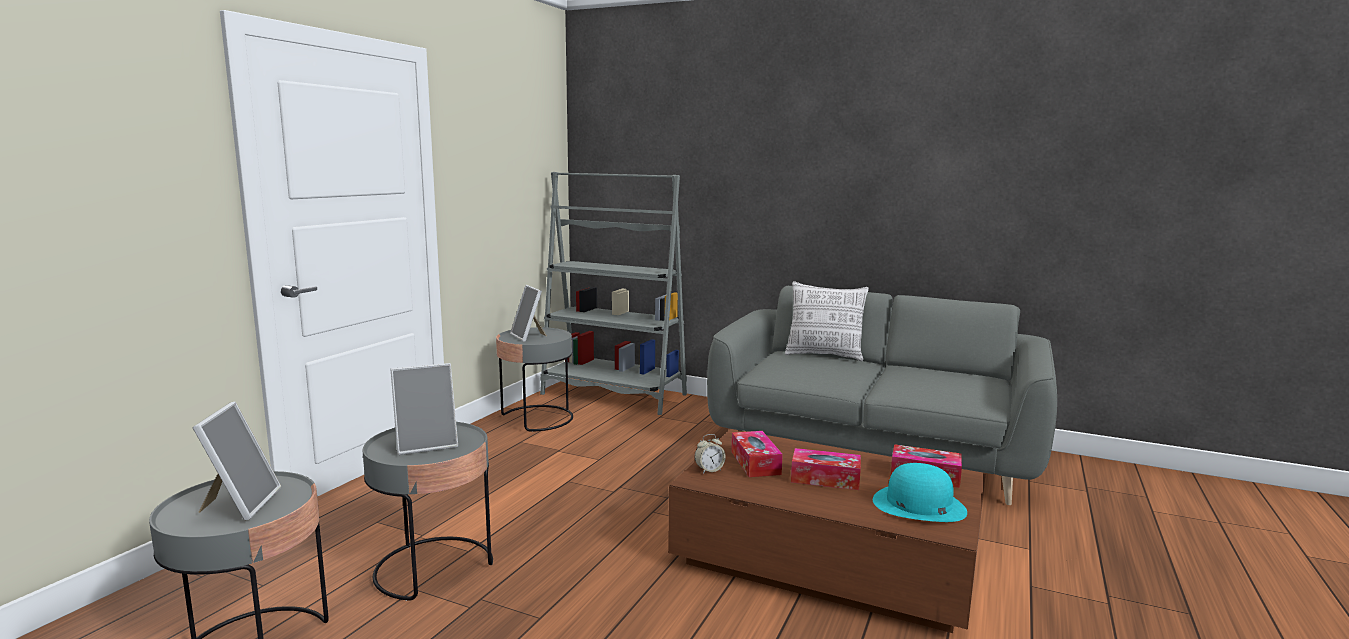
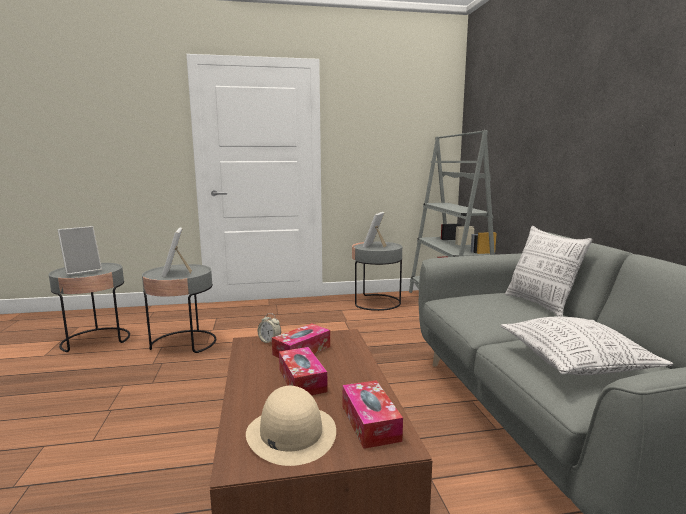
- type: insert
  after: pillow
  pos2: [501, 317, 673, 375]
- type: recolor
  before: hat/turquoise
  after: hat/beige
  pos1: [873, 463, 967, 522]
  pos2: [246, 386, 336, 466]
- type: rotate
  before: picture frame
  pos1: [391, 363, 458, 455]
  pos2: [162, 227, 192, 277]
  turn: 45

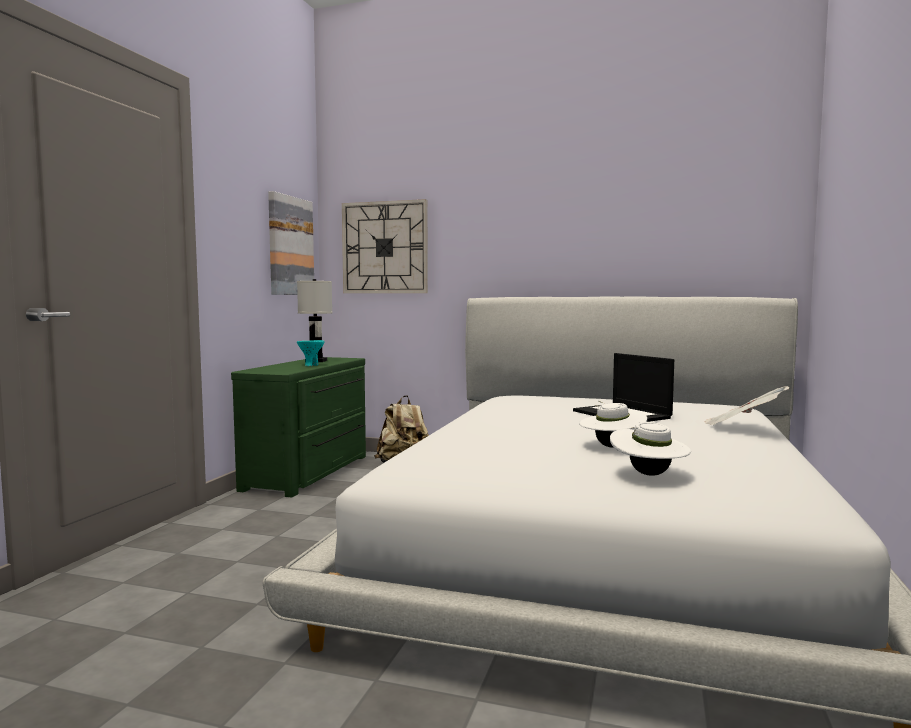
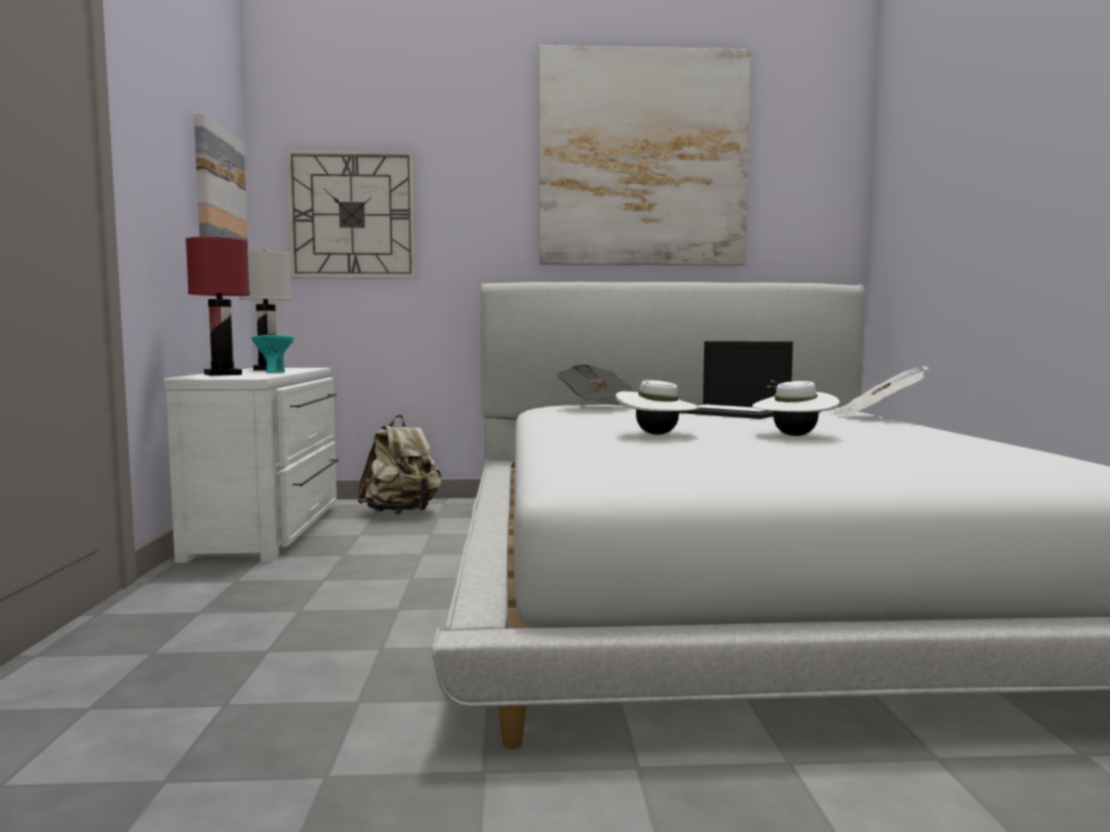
- type: insert
  after: table lamp/red
  pos2: [186, 237, 250, 376]
- type: insert
  after: picture
  pos2: [539, 45, 751, 266]
- type: insert
  after: newspaper
  pos2: [557, 365, 632, 405]
- type: move
  before: hat/white
  pos1: [610, 422, 691, 476]
  pos2: [616, 380, 698, 435]
- type: recolor
  before: dresser/green
  after: dresser/white
  pos1: [231, 357, 366, 497]
  pos2: [163, 368, 339, 563]

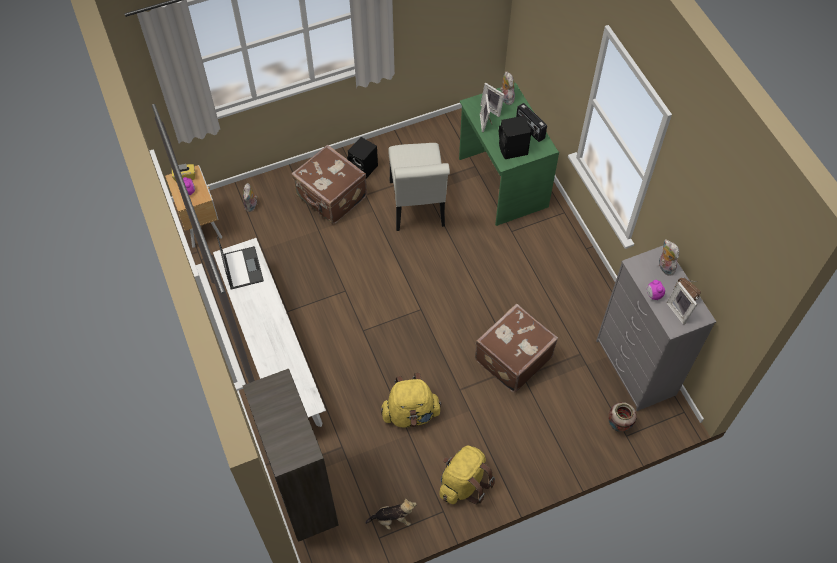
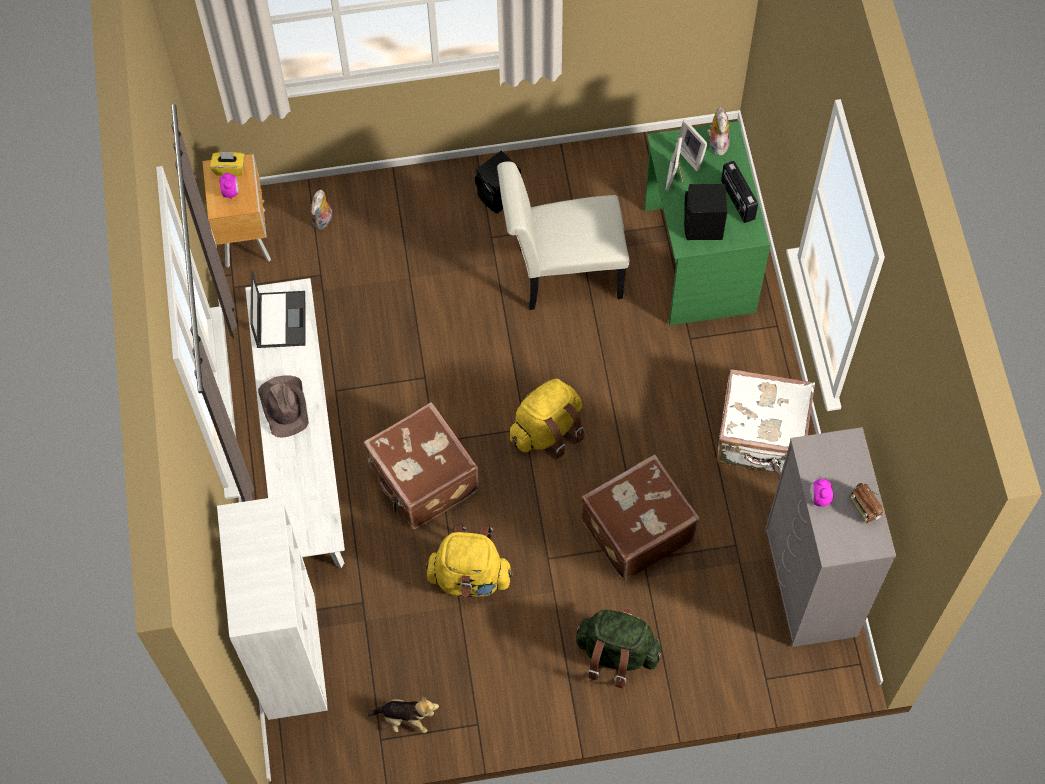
- type: delete
  before: vase
  pos1: [609, 402, 637, 432]
- type: delete
  before: plush toy
  pos1: [659, 239, 680, 276]
- type: delete
  before: picture frame
  pos1: [666, 282, 698, 325]
- type: insert
  after: hat/brown
  pos2: [258, 375, 309, 437]
- type: insert
  after: backpack/green
  pos2: [575, 608, 661, 688]
- type: insert
  after: suitcase/white
  pos2: [717, 369, 815, 475]
- type: move
  before: suitcase/brown
  pos1: [291, 144, 367, 224]
  pos2: [363, 402, 479, 529]
- type: move
  before: backpack/yellow
  pos1: [439, 446, 495, 504]
  pos2: [510, 379, 585, 460]
- type: recolor
  before: bookcase/brown
  after: bookcase/white
  pos1: [242, 369, 339, 542]
  pos2: [217, 496, 328, 720]
- type: rotate
  before: chair/white
  pos1: [388, 143, 450, 231]
  pos2: [497, 162, 630, 310]
  turn: 75

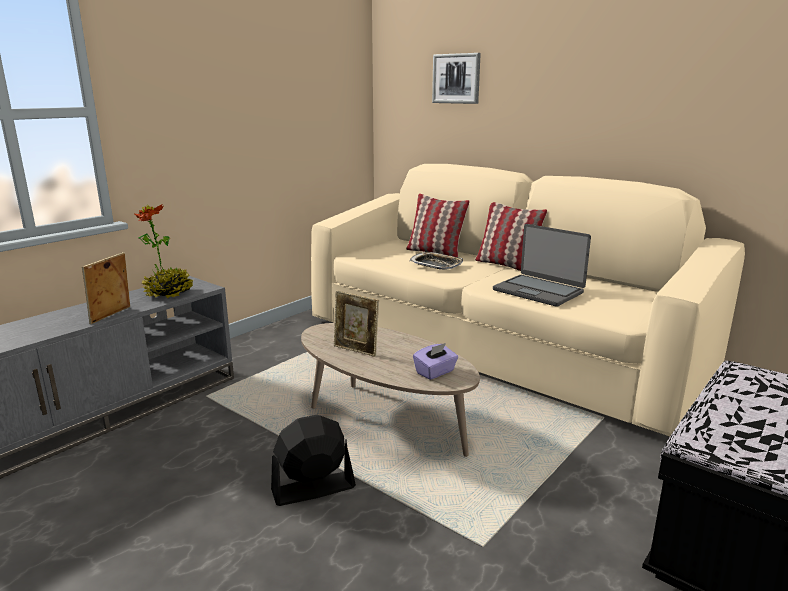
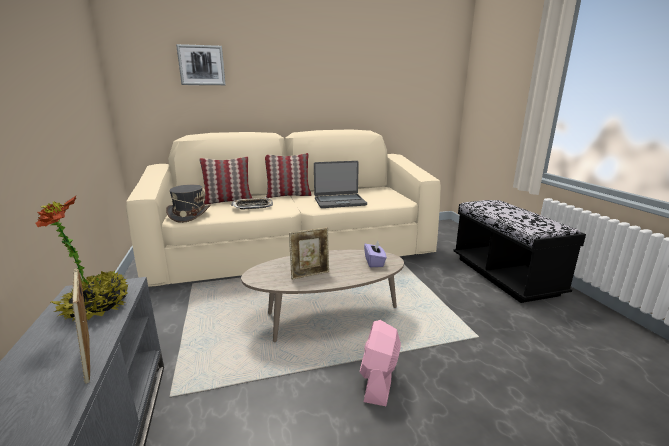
- type: insert
  after: hat/grey
  pos2: [166, 184, 211, 223]
- type: recolor
  before: fan/black
  after: fan/pink
  pos1: [271, 415, 356, 506]
  pos2: [360, 320, 401, 406]

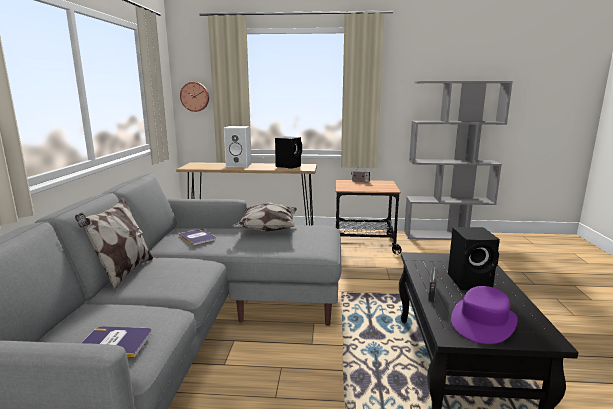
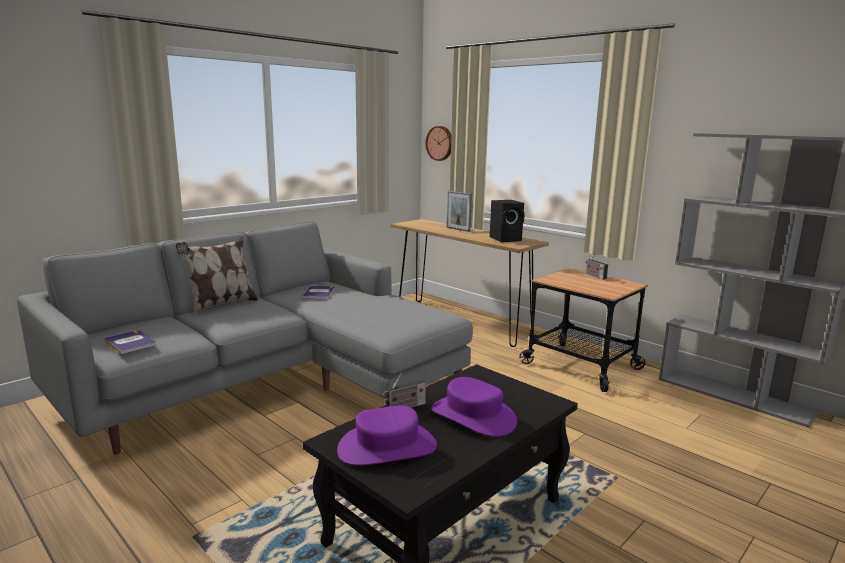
- type: delete
  before: pillow
  pos1: [233, 202, 297, 231]
- type: replace
  before: speaker/white
  after: picture frame
  pos1: [224, 126, 251, 167]
  pos2: [446, 191, 472, 232]
- type: replace
  before: speaker/black
  after: hat/purple
  pos1: [448, 227, 500, 290]
  pos2: [431, 377, 517, 437]

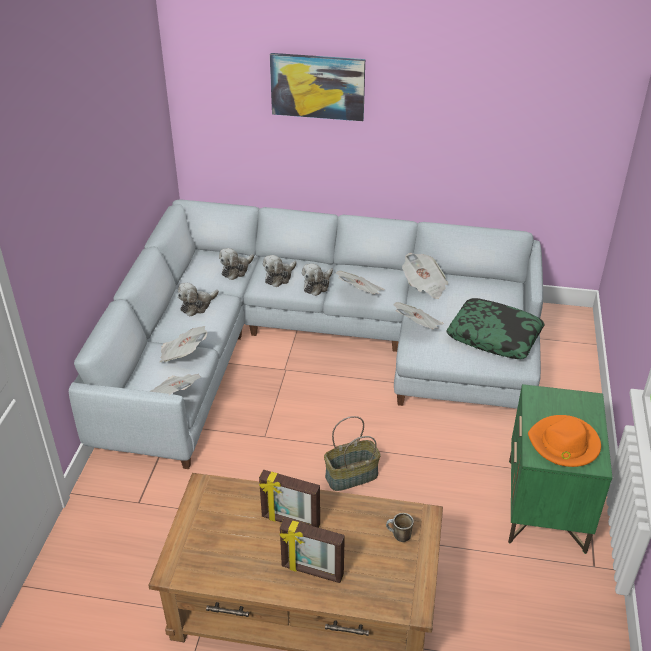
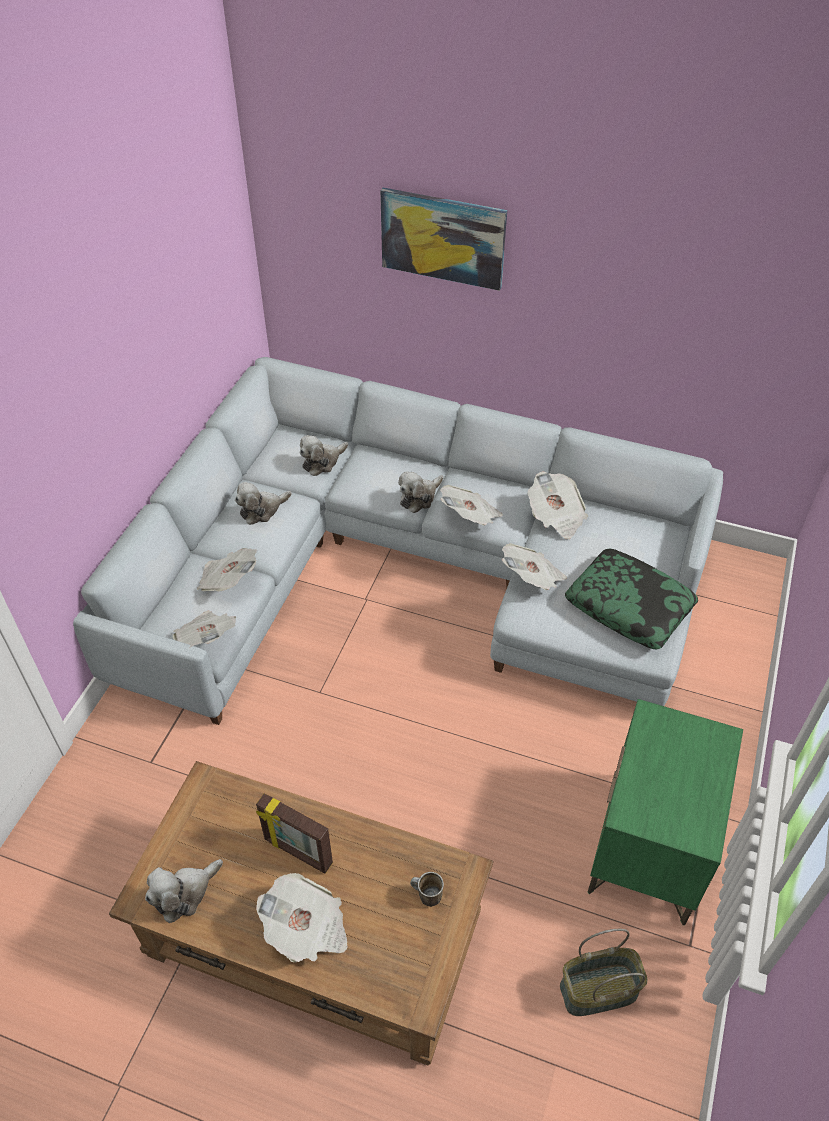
- type: delete
  before: hat/orange
  pos1: [528, 415, 601, 467]
- type: move
  before: plush toy
  pos1: [263, 255, 297, 287]
  pos2: [145, 859, 223, 923]
- type: move
  before: basket
  pos1: [324, 416, 381, 491]
  pos2: [560, 929, 647, 1016]
- type: replace
  before: picture frame
  after: newspaper
  pos1: [280, 518, 345, 583]
  pos2: [256, 873, 348, 963]

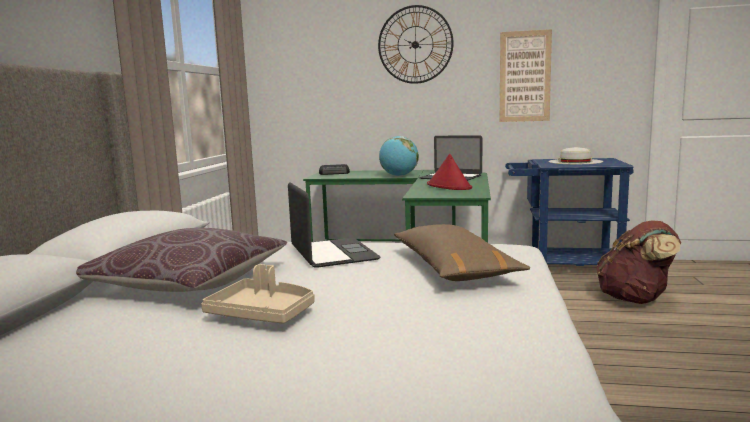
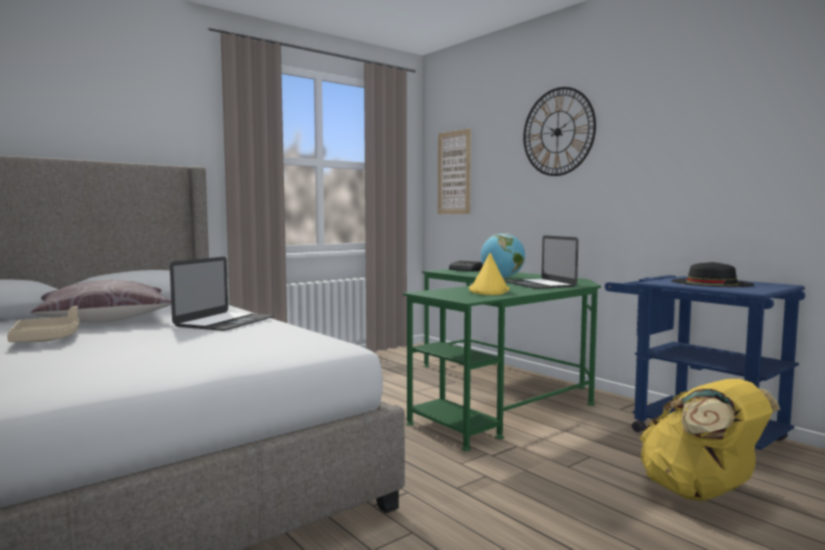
- type: delete
  before: pillow/brown
  pos1: [394, 224, 530, 281]
- type: move
  before: picture
  pos1: [500, 29, 552, 122]
  pos2: [438, 128, 471, 214]
- type: recolor
  before: hat/red
  after: hat/yellow
  pos1: [427, 154, 472, 190]
  pos2: [469, 253, 509, 295]
- type: recolor
  before: hat/white
  after: hat/black
  pos1: [548, 147, 603, 164]
  pos2: [671, 262, 755, 287]
- type: recolor
  before: backpack/brown
  after: backpack/yellow
  pos1: [596, 220, 681, 304]
  pos2: [640, 379, 780, 501]

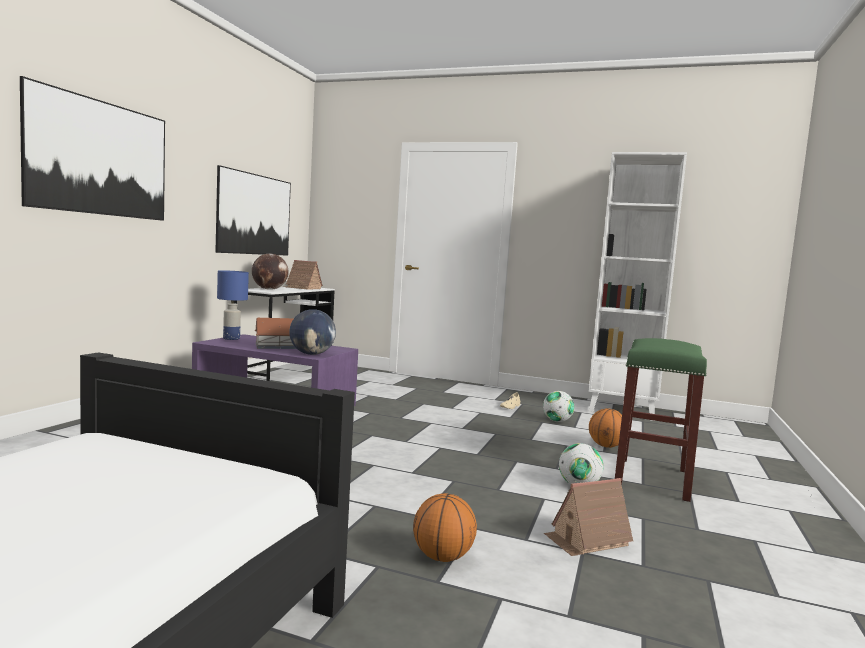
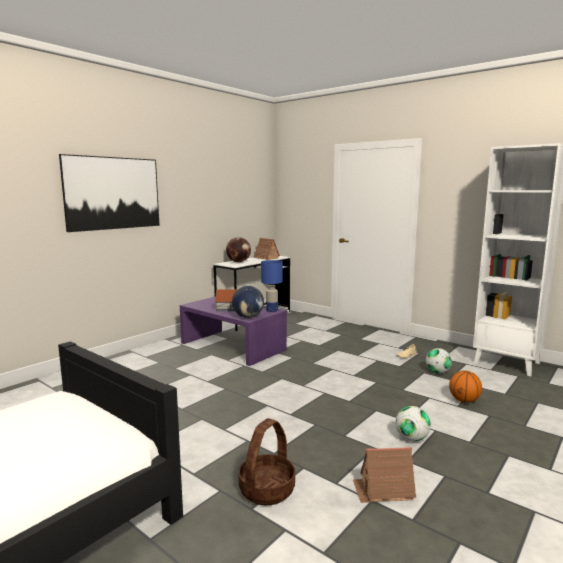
- type: delete
  before: picture
  pos1: [215, 165, 291, 256]
- type: delete
  before: stool/green
  pos1: [615, 338, 707, 502]
- type: move
  before: table lamp/blue
  pos1: [217, 270, 249, 340]
  pos2: [261, 260, 283, 312]
- type: replace
  before: basketball
  after: basket
  pos1: [413, 493, 477, 562]
  pos2: [239, 418, 295, 506]

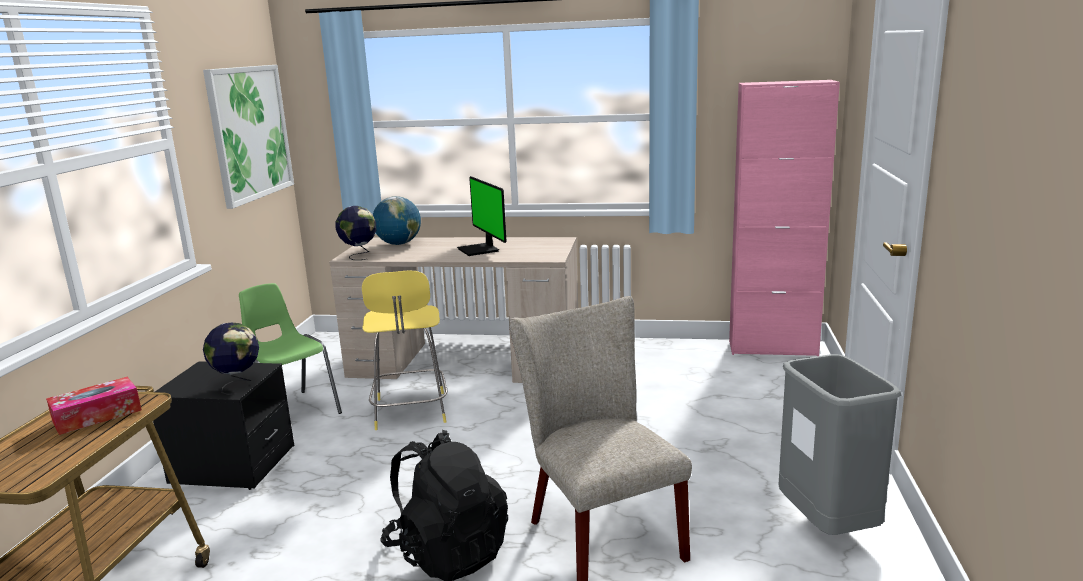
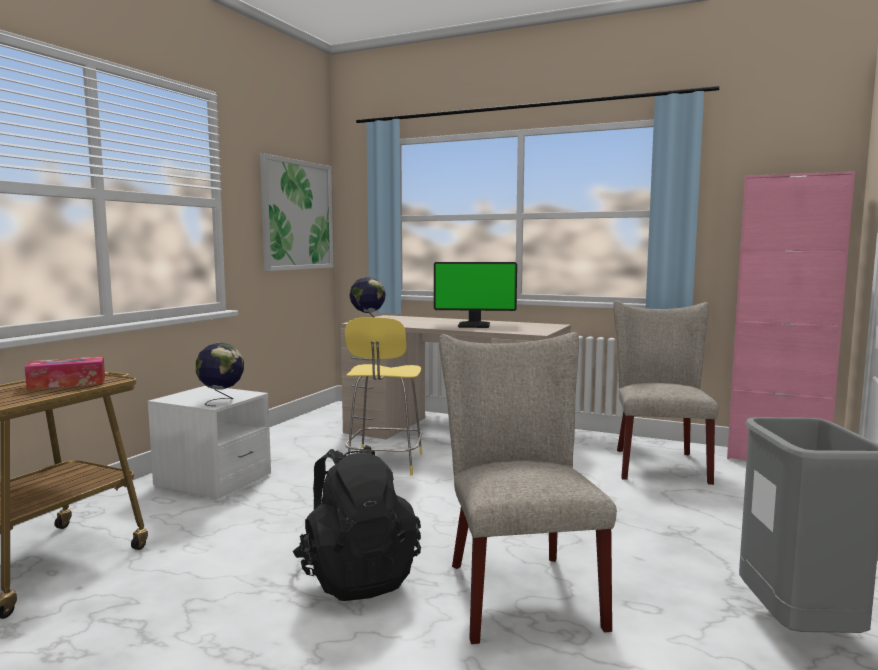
- type: delete
  before: chair/green
  pos1: [239, 283, 342, 414]
- type: delete
  before: globe
  pos1: [373, 196, 421, 245]
- type: insert
  after: chair/beige
  pos2: [613, 301, 719, 485]
- type: recolor
  before: nightstand/black
  after: nightstand/white
  pos1: [153, 361, 294, 490]
  pos2: [148, 386, 271, 500]
- type: rotate
  before: monitor
  pos1: [457, 176, 506, 256]
  pos2: [434, 262, 517, 328]
  turn: -75

